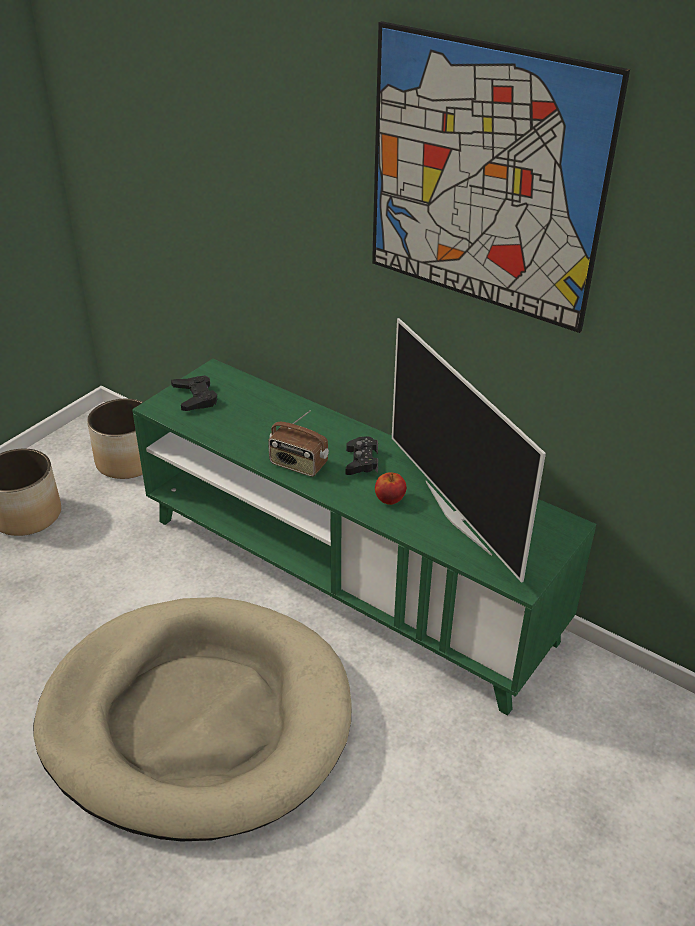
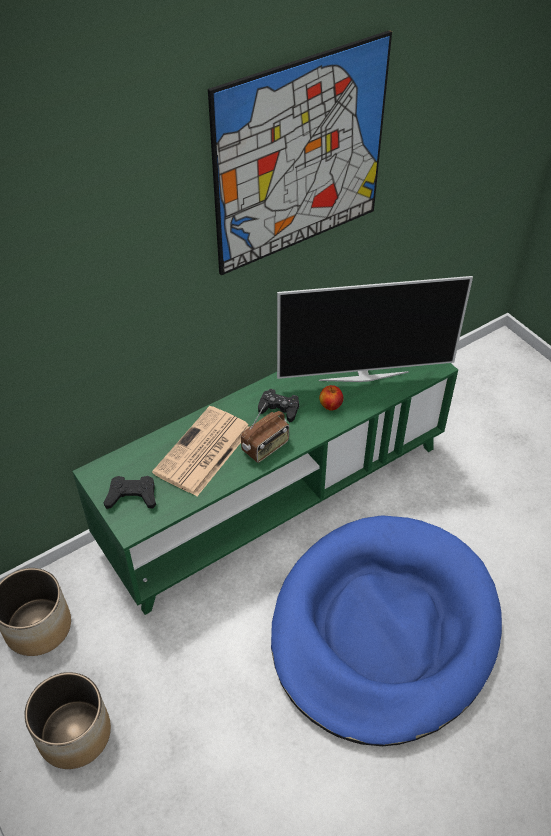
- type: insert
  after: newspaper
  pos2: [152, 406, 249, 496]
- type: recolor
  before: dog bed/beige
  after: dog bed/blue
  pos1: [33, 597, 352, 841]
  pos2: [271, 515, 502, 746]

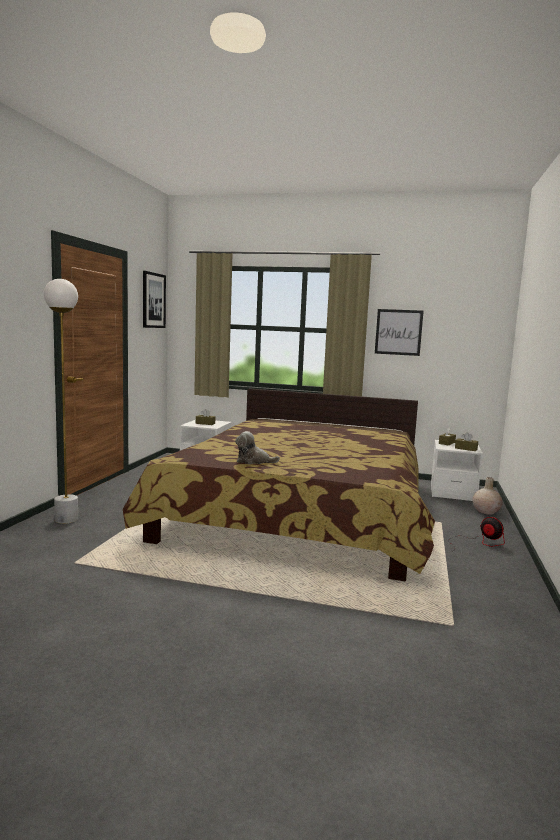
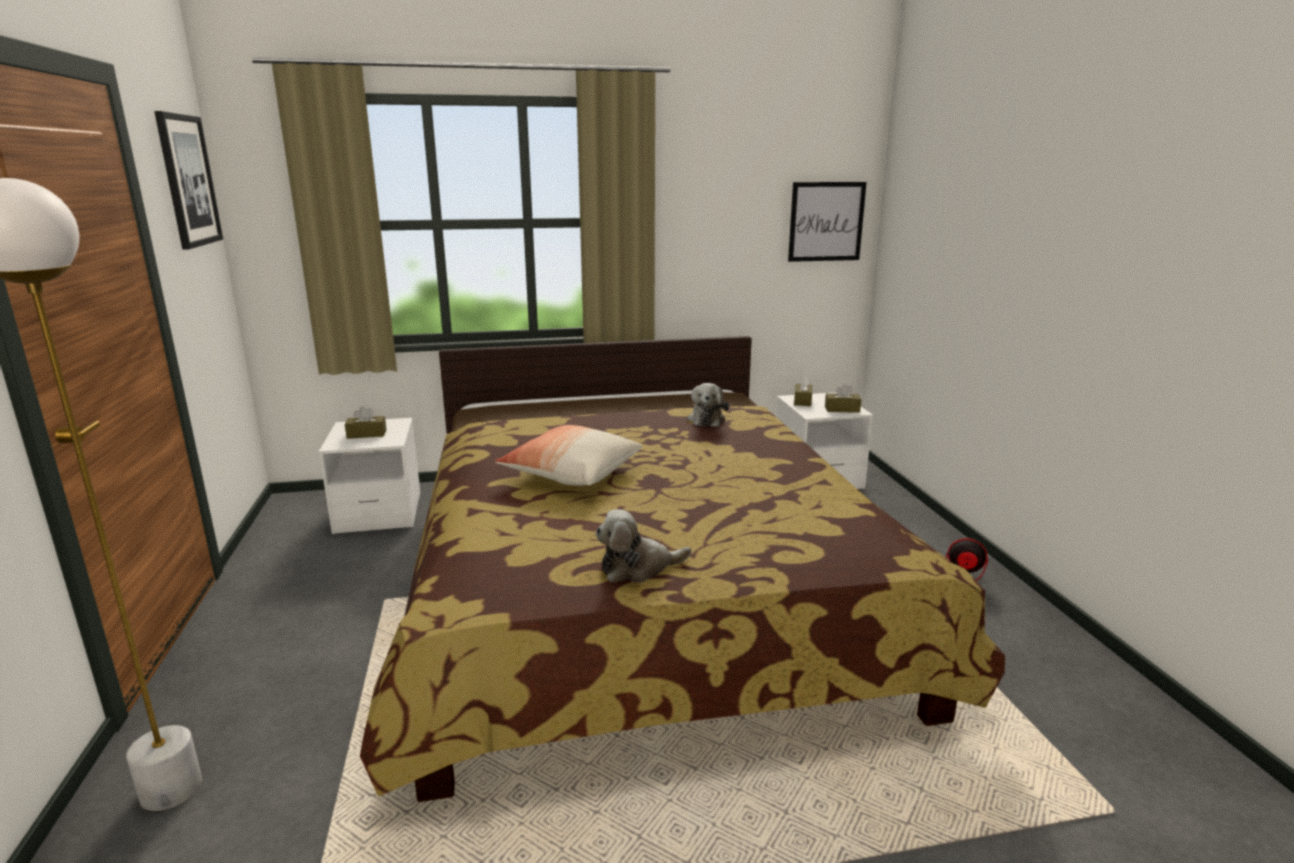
- type: delete
  before: vase/beige
  pos1: [472, 477, 503, 515]
- type: insert
  after: pillow
  pos2: [495, 425, 642, 486]
- type: insert
  after: plush toy
  pos2: [687, 383, 729, 427]
- type: move
  before: picture
  pos1: [375, 309, 424, 356]
  pos2: [788, 182, 867, 262]

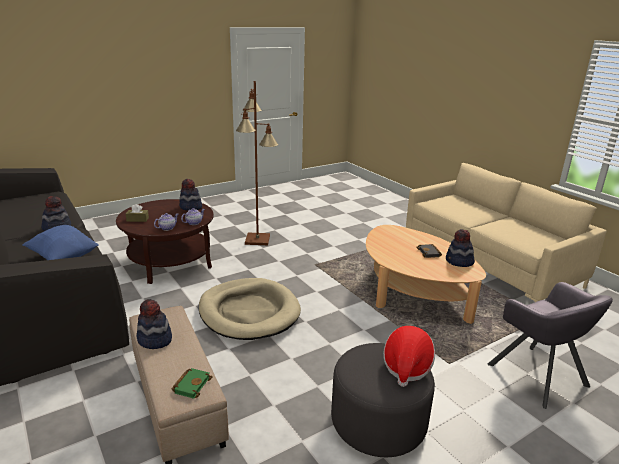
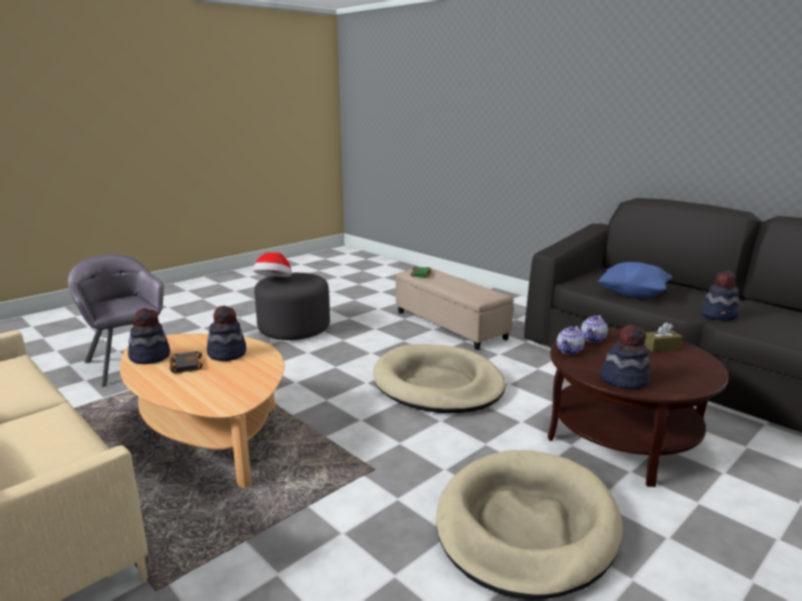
- type: move
  before: hat
  pos1: [136, 299, 172, 349]
  pos2: [207, 306, 246, 361]
- type: replace
  before: floor lamp/brown
  after: dog bed/beige
  pos1: [236, 81, 278, 245]
  pos2: [436, 450, 623, 599]

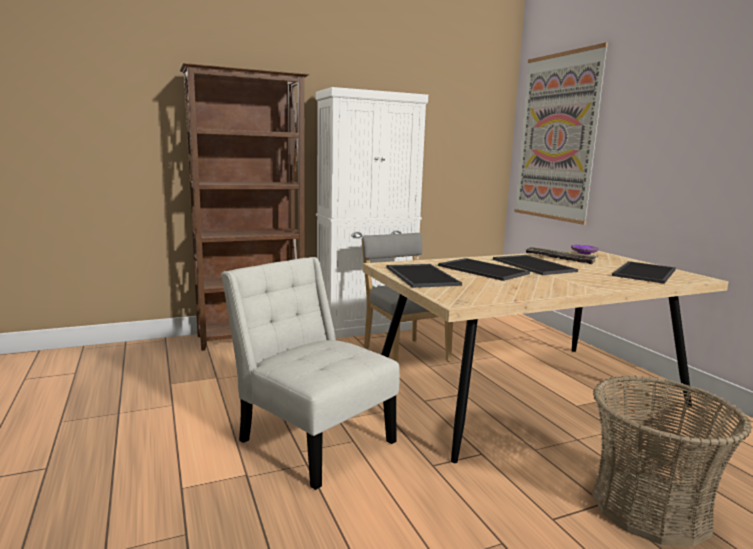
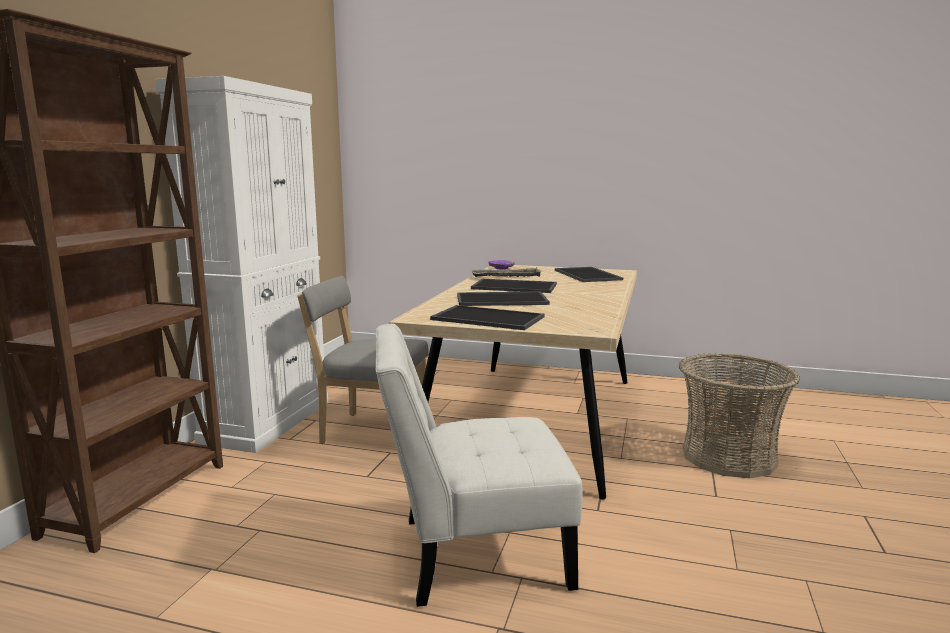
- type: delete
  before: picture
  pos1: [514, 42, 608, 225]

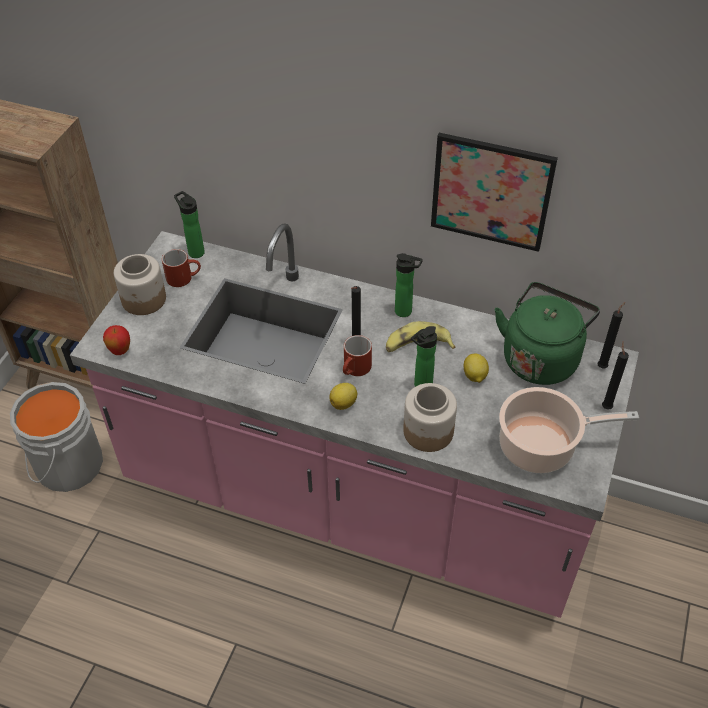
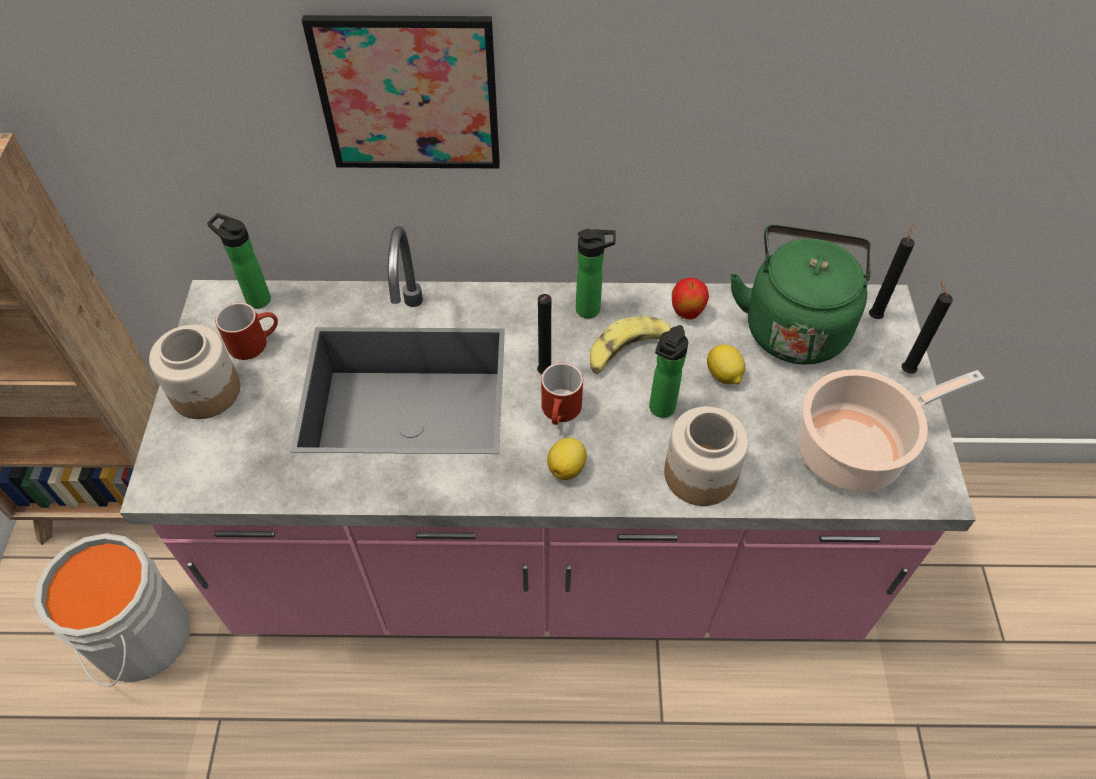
- type: move
  before: apple
  pos1: [103, 325, 130, 355]
  pos2: [672, 278, 709, 319]
- type: move
  before: picture
  pos1: [431, 133, 558, 252]
  pos2: [302, 15, 500, 168]

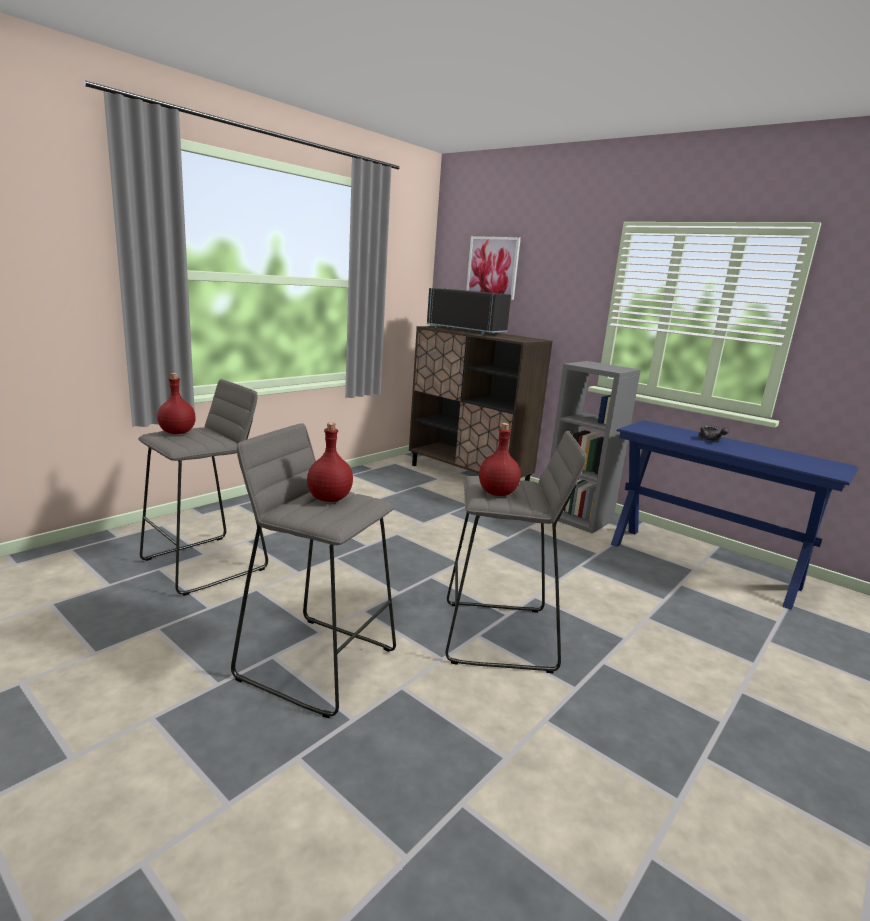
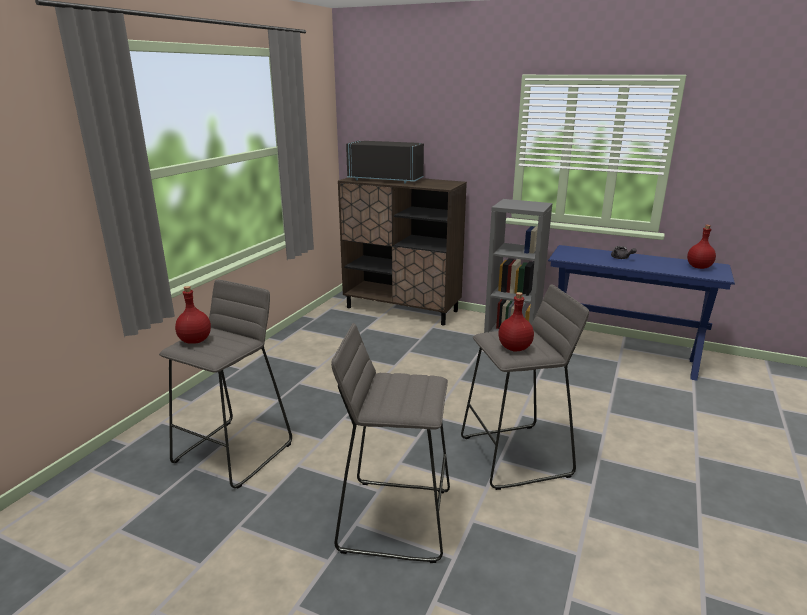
- type: delete
  before: picture
  pos1: [466, 236, 521, 300]
- type: move
  before: bottle/red
  pos1: [307, 423, 353, 502]
  pos2: [687, 225, 716, 269]

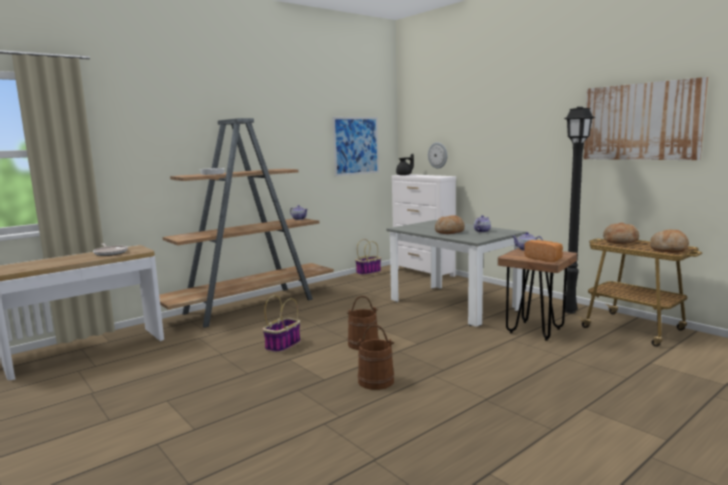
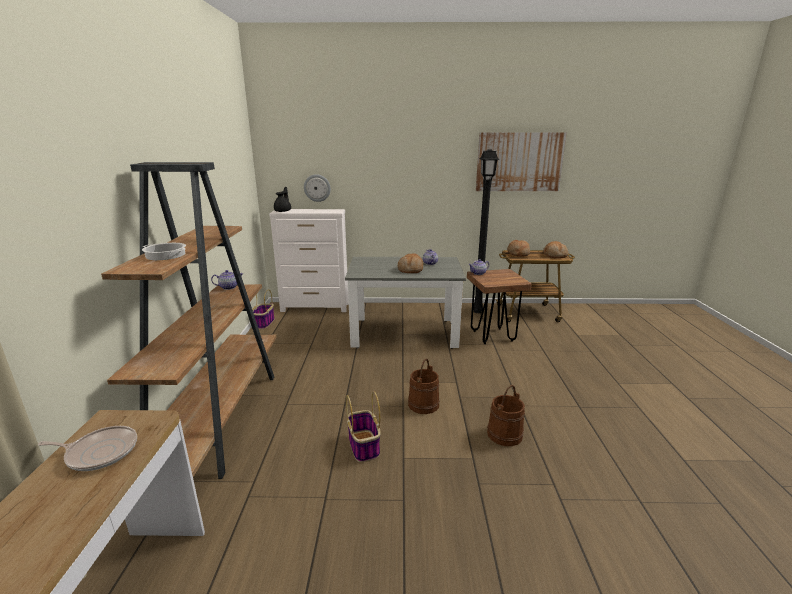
- type: delete
  before: picture
  pos1: [332, 117, 379, 176]
- type: delete
  before: bread
  pos1: [524, 240, 563, 262]

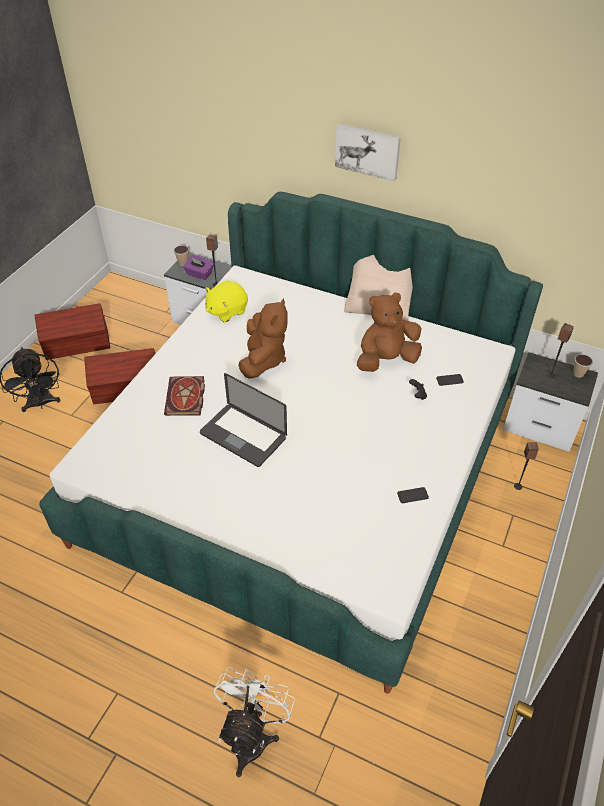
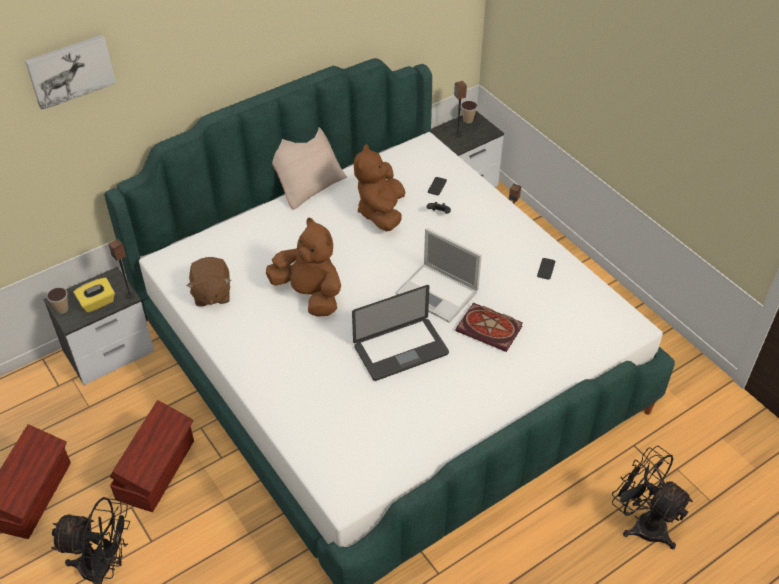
- type: insert
  after: laptop
  pos2: [396, 228, 482, 323]
- type: move
  before: book
  pos1: [164, 376, 205, 416]
  pos2: [456, 303, 523, 352]
- type: move
  before: picture
  pos1: [335, 123, 401, 181]
  pos2: [25, 35, 116, 110]
- type: recolor
  before: tissue box/purple
  after: tissue box/yellow
  pos1: [183, 255, 214, 280]
  pos2: [74, 278, 115, 313]
- type: recolor
  before: plush toy/yellow
  after: plush toy/brown
  pos1: [205, 280, 248, 323]
  pos2: [187, 257, 231, 307]
- type: recolor
  before: fan/white
  after: fan/black
  pos1: [214, 667, 295, 777]
  pos2: [612, 446, 693, 550]

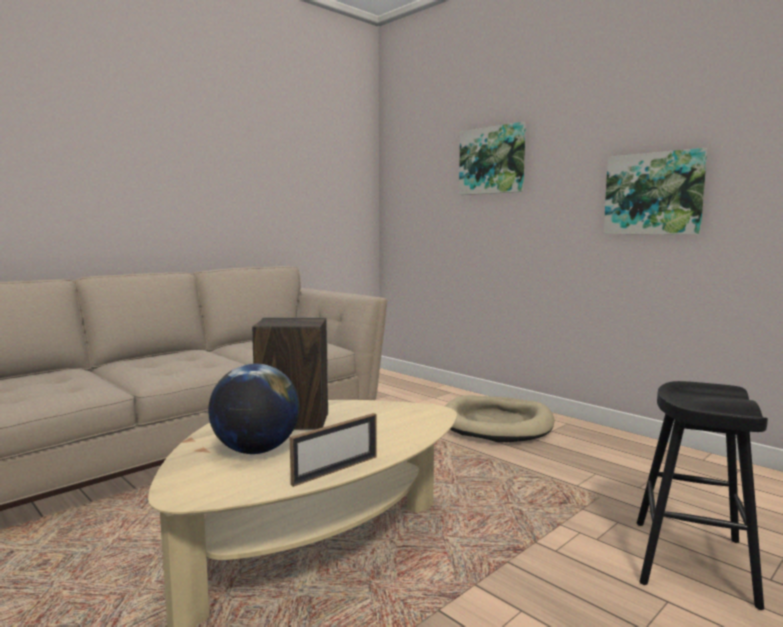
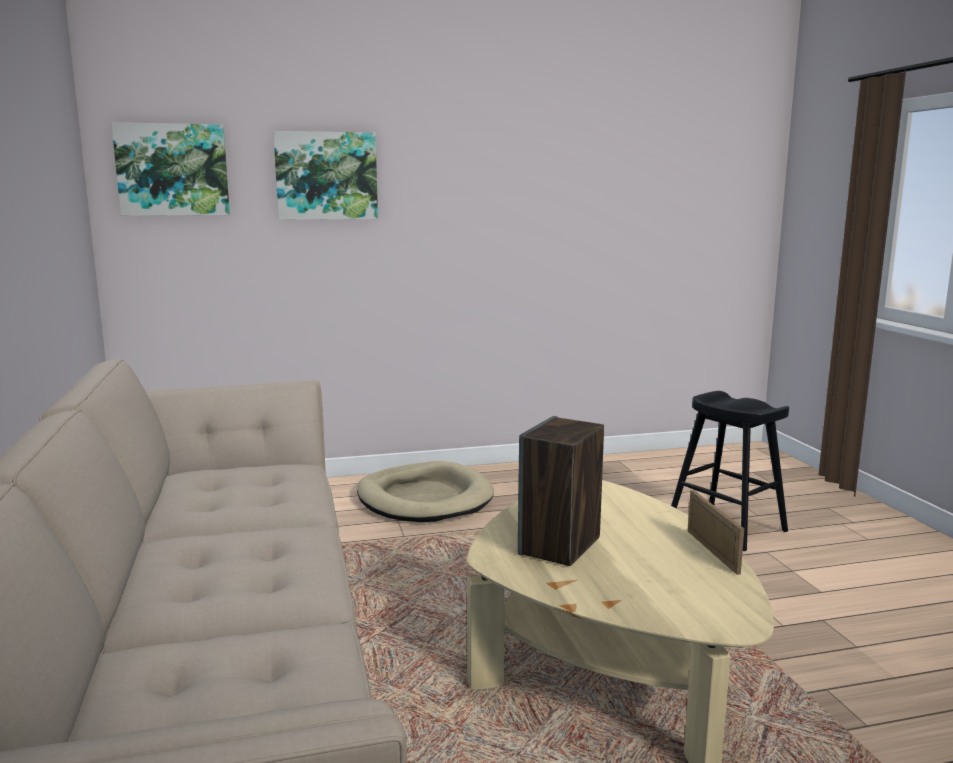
- type: delete
  before: globe
  pos1: [208, 364, 300, 454]
- type: move
  before: picture
  pos1: [604, 148, 707, 235]
  pos2: [111, 122, 230, 216]

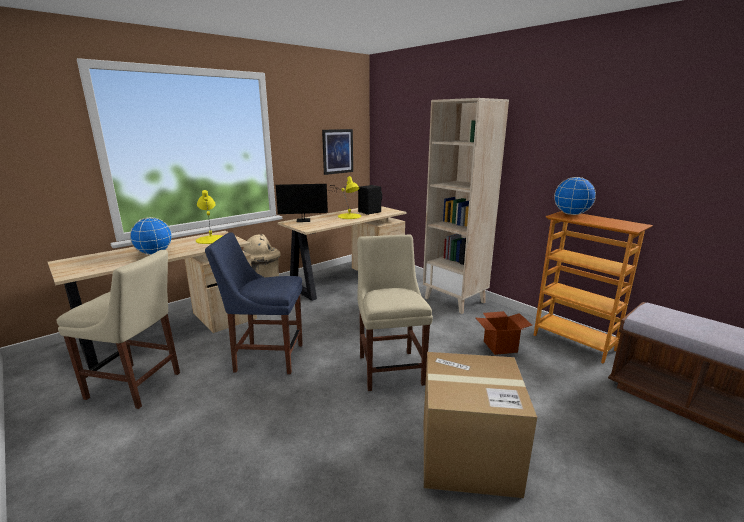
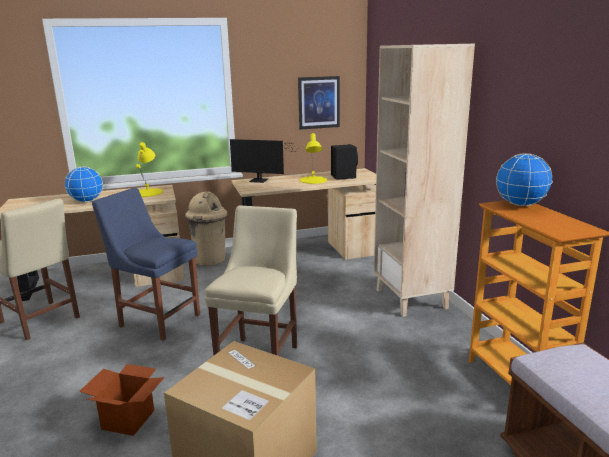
- type: move
  before: cardboard box
  pos1: [476, 311, 532, 355]
  pos2: [79, 364, 165, 436]

